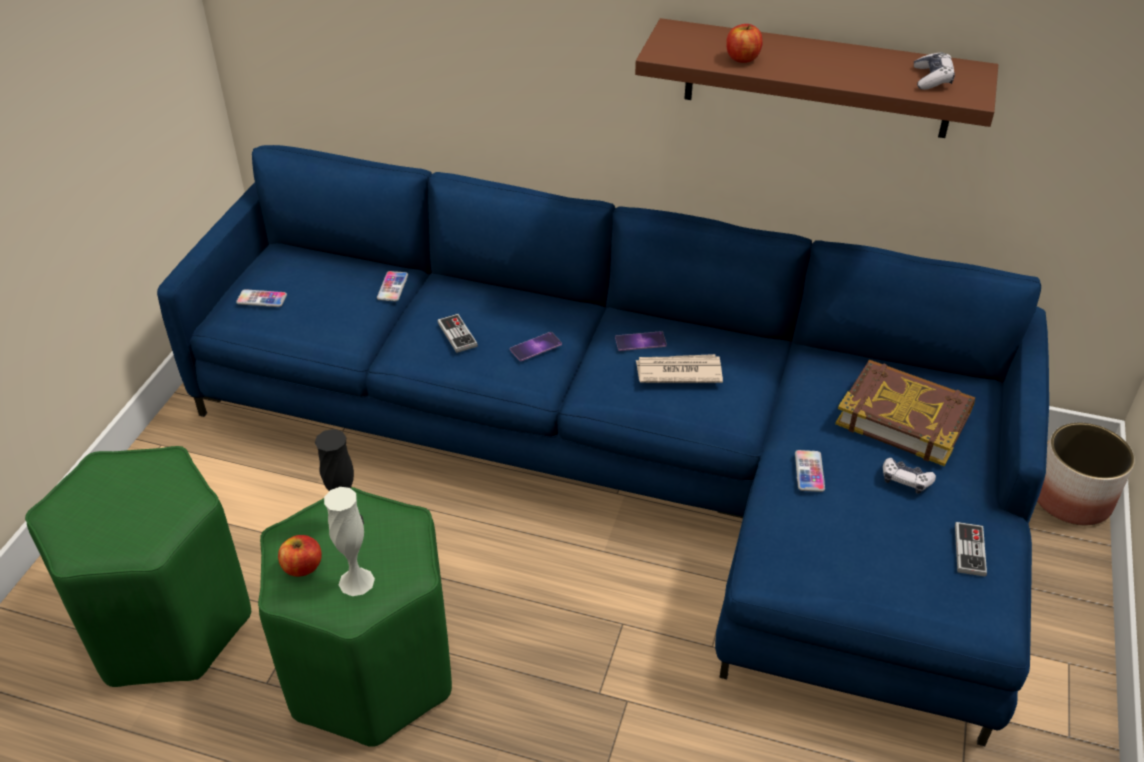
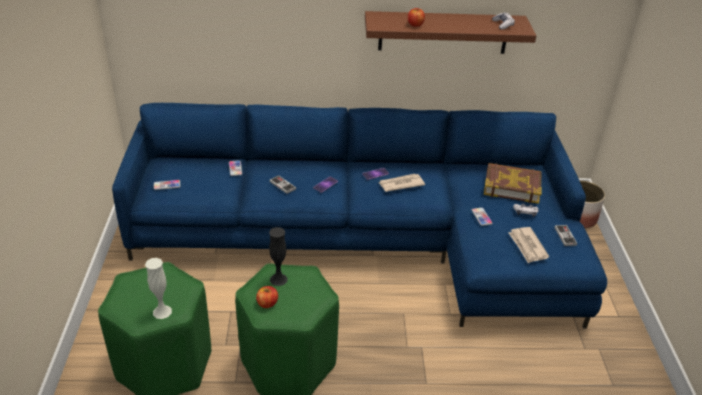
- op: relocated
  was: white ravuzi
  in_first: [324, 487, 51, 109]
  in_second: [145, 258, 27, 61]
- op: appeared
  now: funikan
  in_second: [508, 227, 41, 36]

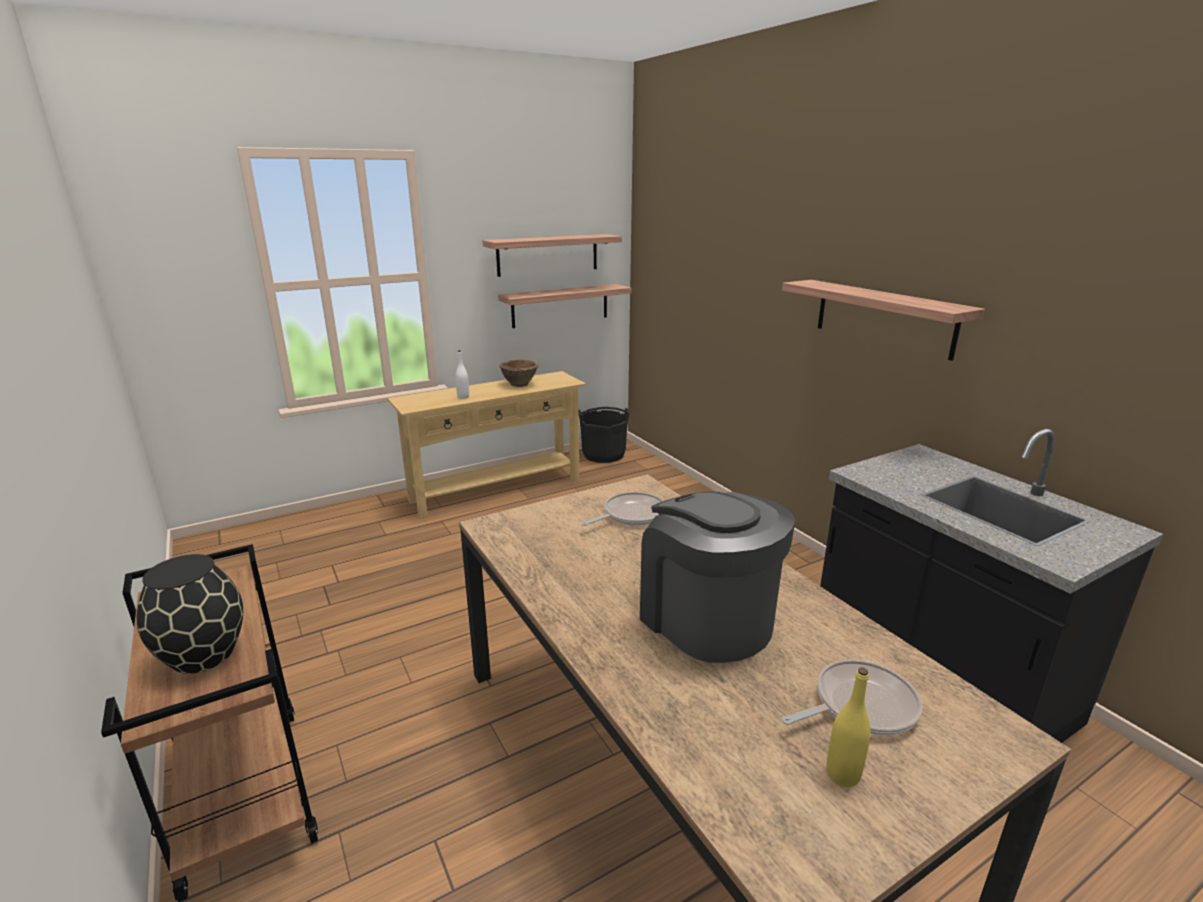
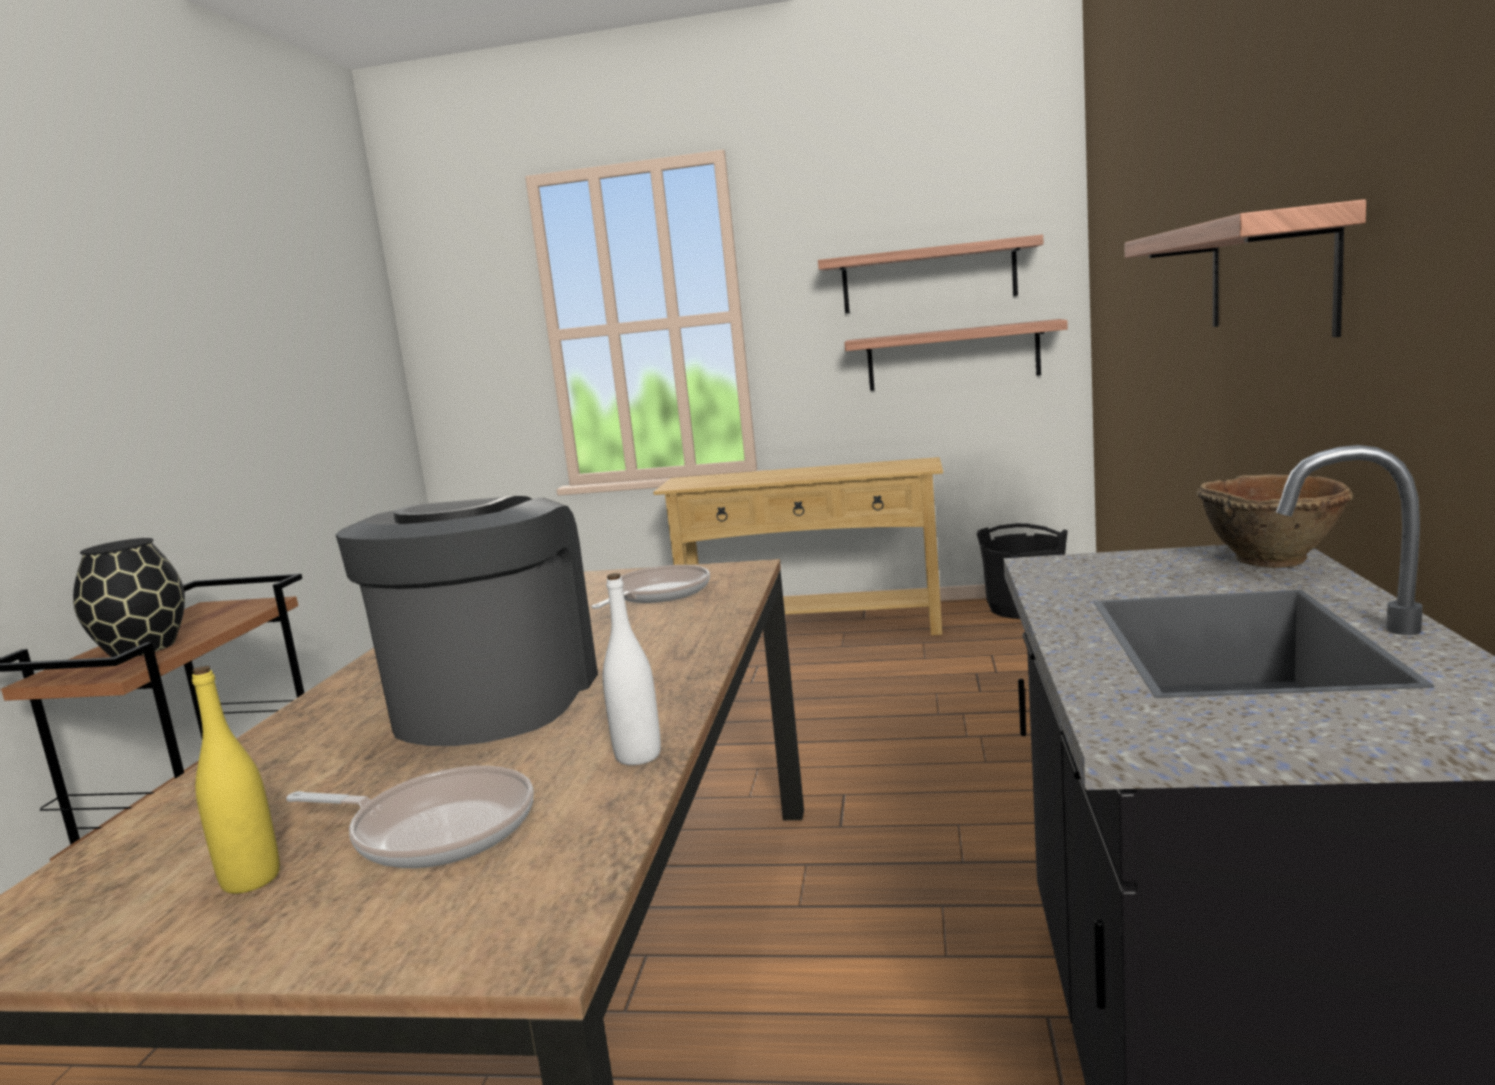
- op: relocated
  was: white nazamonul
  in_first: [455, 350, 14, 49]
  in_second: [603, 573, 58, 192]
- op: relocated
  was: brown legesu
  in_first: [499, 359, 40, 28]
  in_second: [1196, 474, 157, 94]
- op: spun
  was: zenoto
  in_first: [581, 492, 83, 34]
  in_second: [591, 565, 119, 44]
  clockwise: -60

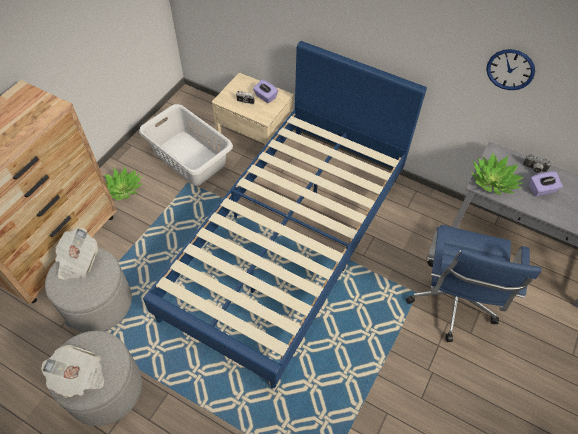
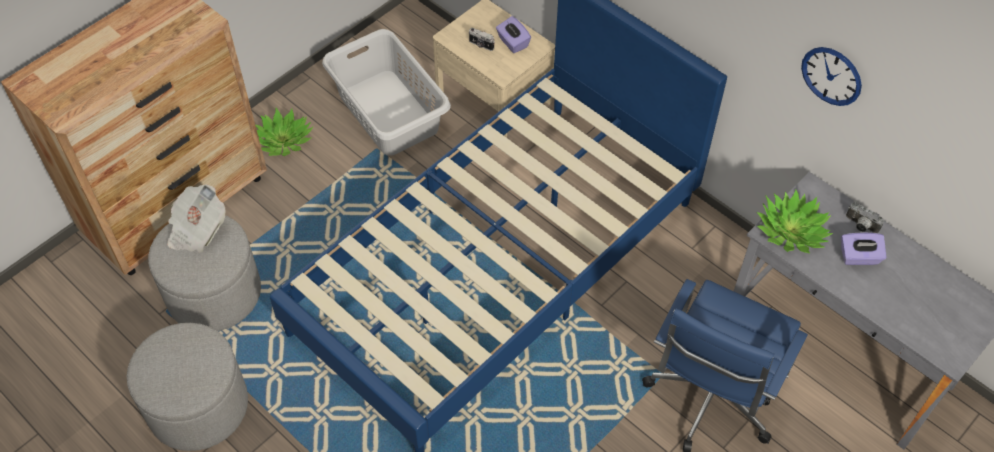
- op: missing
  was: funikan
  in_first: [41, 345, 63, 53]

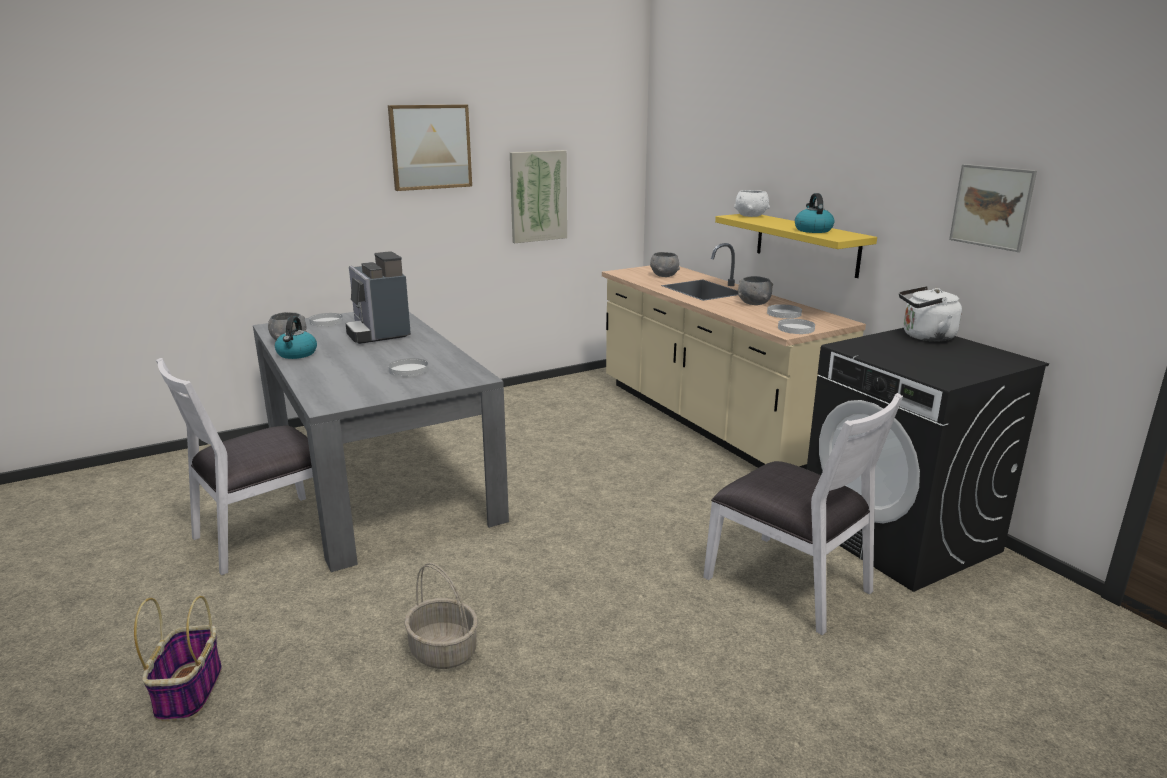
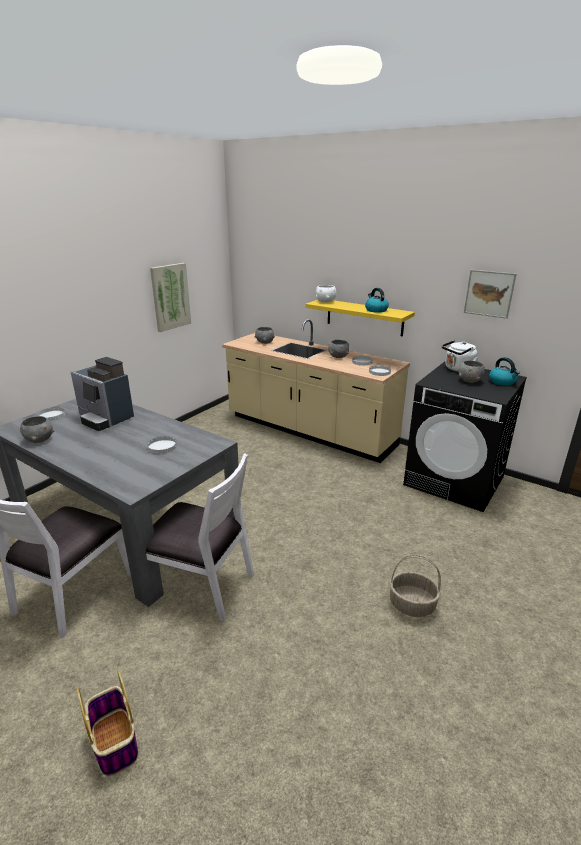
- op: relocated
  was: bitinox
  in_first: [275, 317, 42, 42]
  in_second: [489, 357, 31, 29]
- op: missing
  was: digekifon
  in_first: [388, 104, 84, 87]
- op: relocated
  was: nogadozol
  in_first: [404, 563, 74, 106]
  in_second: [390, 555, 51, 62]
- op: relocated
  was: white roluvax
  in_first: [703, 393, 200, 242]
  in_second: [145, 453, 109, 169]
- op: appeared
  now: grey legesu
  in_second: [458, 360, 27, 23]

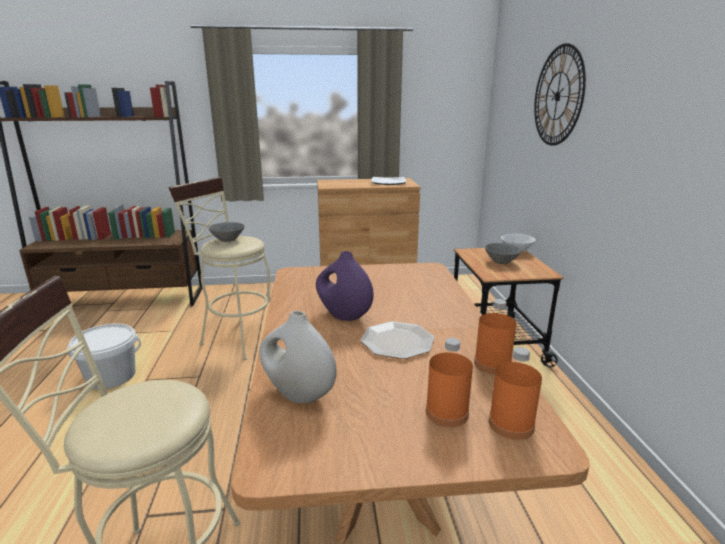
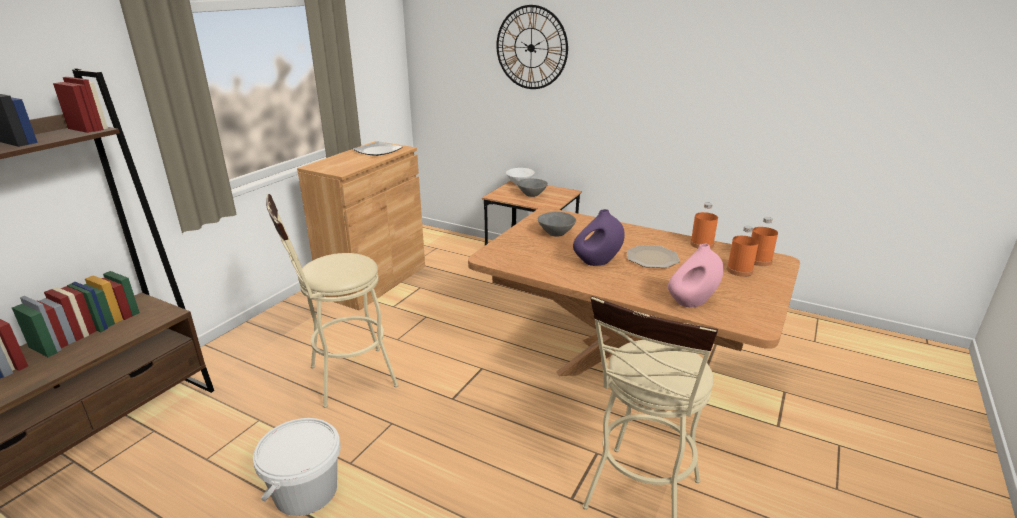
- op: relocated
  was: grey legesu
  in_first: [208, 222, 37, 20]
  in_second: [538, 212, 38, 25]
- op: colour
  was: white ravuzi
  now: pink ravuzi
  in_first: [259, 311, 78, 92]
  in_second: [668, 244, 56, 64]

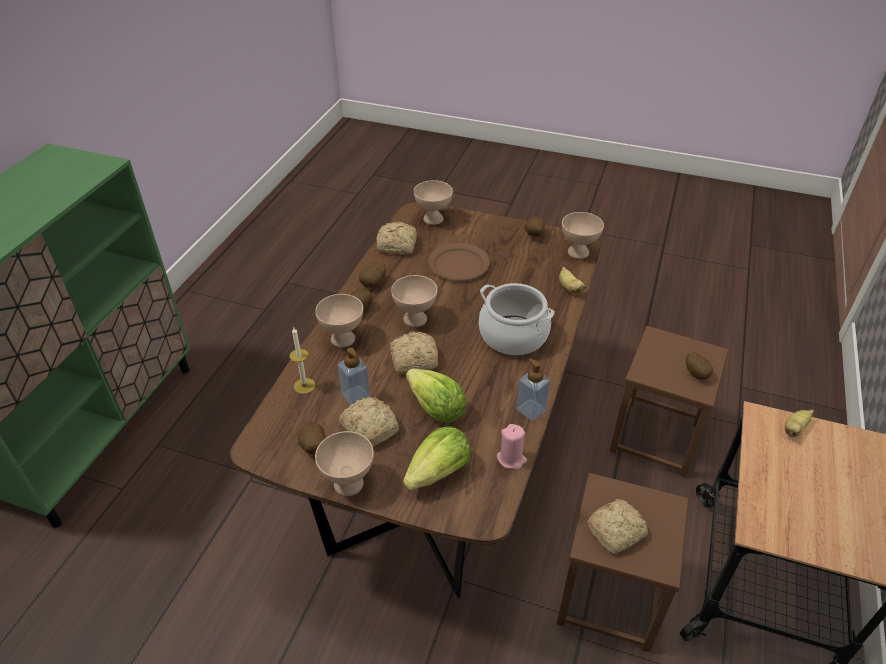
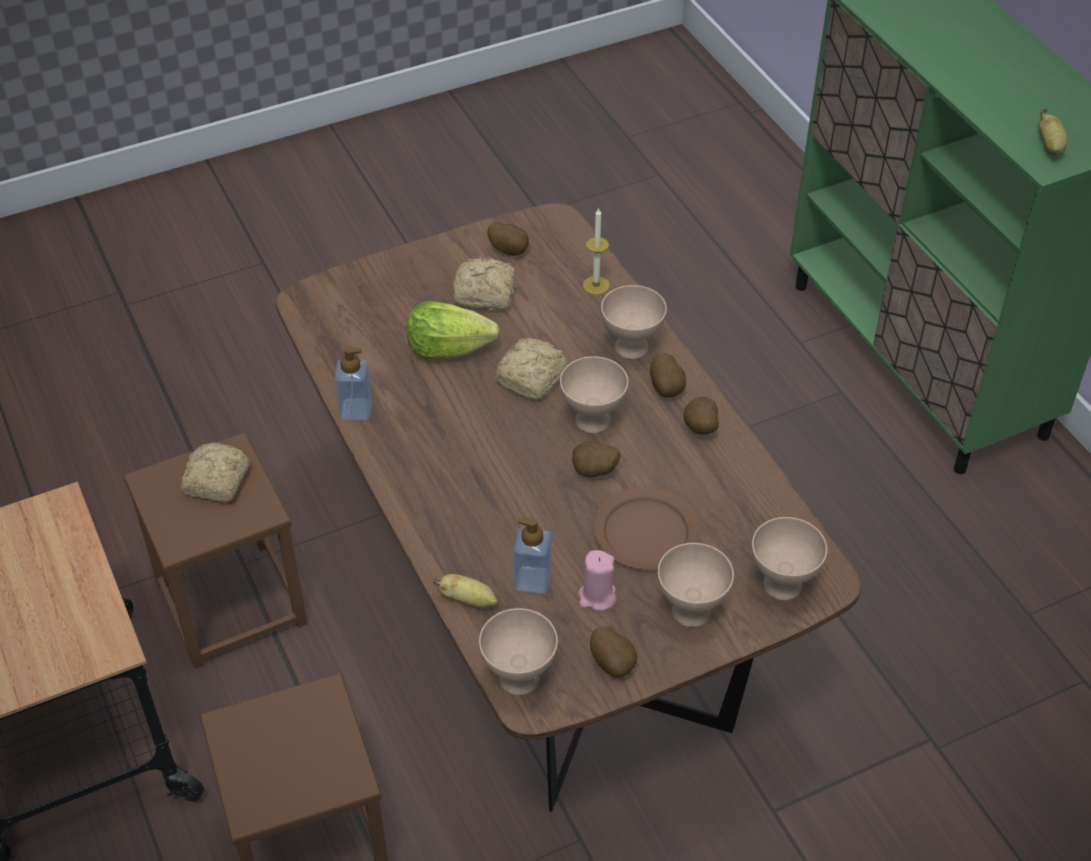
- op: relocated
  was: beige legesu
  in_first: [315, 431, 59, 65]
  in_second: [657, 543, 77, 84]
- op: relocated
  was: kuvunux
  in_first: [338, 347, 32, 58]
  in_second: [514, 518, 37, 76]
- op: missing
  was: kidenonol
  in_first: [377, 222, 40, 33]
- op: missing
  was: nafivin
  in_first: [403, 426, 68, 64]
- op: missing
  was: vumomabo
  in_first: [479, 283, 76, 73]
- op: relocated
  was: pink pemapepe
  in_first: [497, 424, 30, 46]
  in_second: [578, 550, 39, 61]
- op: relocated
  was: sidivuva
  in_first: [686, 352, 27, 28]
  in_second: [572, 441, 48, 36]
- op: relocated
  was: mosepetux
  in_first: [785, 410, 29, 27]
  in_second: [1039, 108, 28, 48]

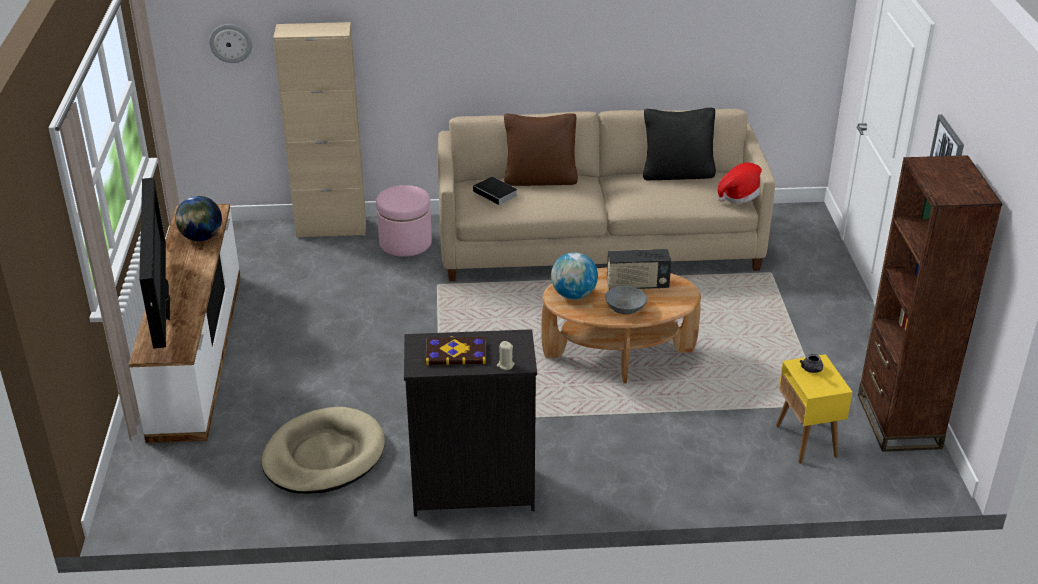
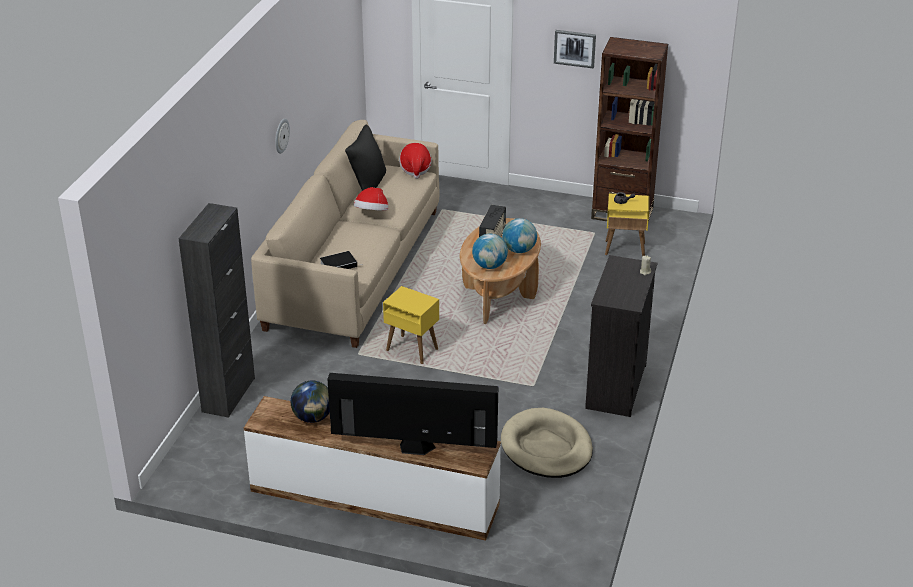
- op: relocated
  was: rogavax
  in_first: [209, 24, 43, 39]
  in_second: [275, 119, 15, 35]
- op: colour
  was: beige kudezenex
  now: black kudezenex
  in_first: [273, 22, 93, 216]
  in_second: [178, 203, 77, 215]
- op: missing
  was: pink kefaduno
  in_first: [376, 185, 56, 72]
- op: missing
  was: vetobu
  in_first: [426, 336, 60, 29]
- op: missing
  was: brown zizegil
  in_first: [504, 113, 74, 73]
- op: exchanged
  was: grey legesu
  now: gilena
  in_first: [605, 286, 42, 29]
  in_second: [502, 218, 35, 35]
- op: appeared
  now: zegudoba
  in_second: [354, 187, 34, 24]
- op: appeared
  now: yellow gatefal
  in_second: [383, 286, 56, 78]

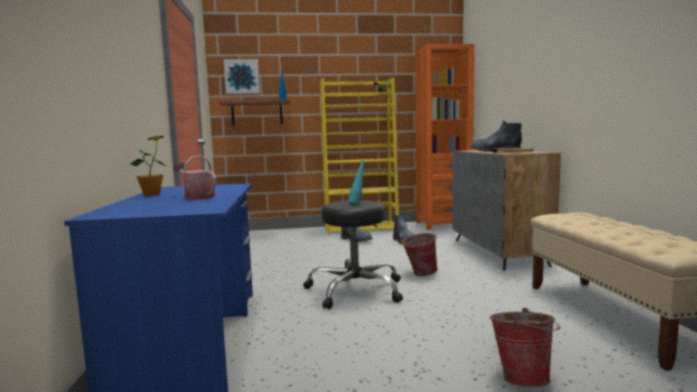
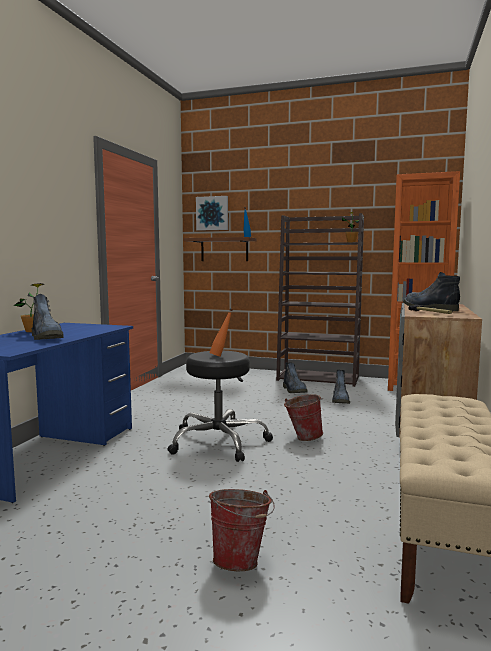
- op: exchanged
  was: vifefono
  now: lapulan
  in_first: [173, 155, 44, 45]
  in_second: [32, 294, 32, 46]
- op: colour
  was: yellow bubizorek
  now: brown bubizorek
  in_first: [320, 78, 79, 157]
  in_second: [276, 213, 88, 174]
- op: colour
  was: turquoise nazamonul
  now: orange nazamonul
  in_first: [348, 156, 17, 49]
  in_second: [209, 309, 24, 47]

